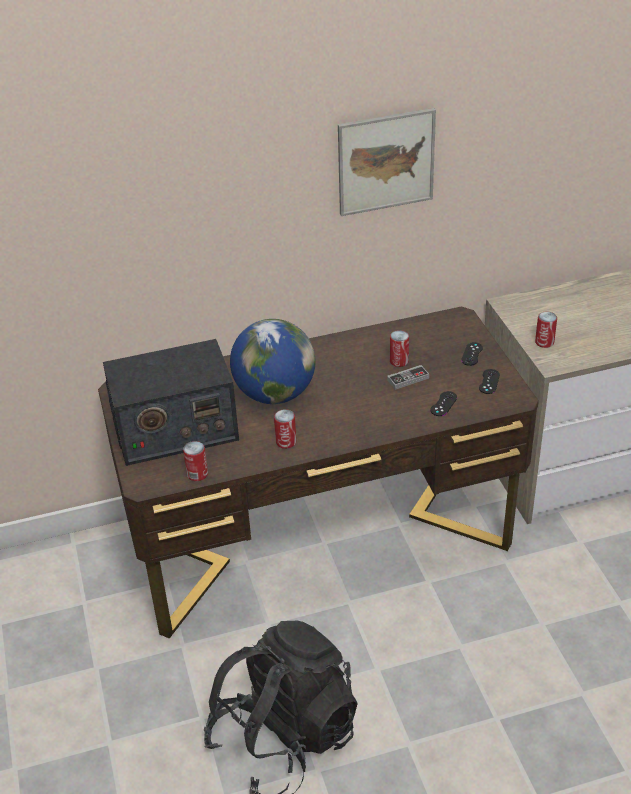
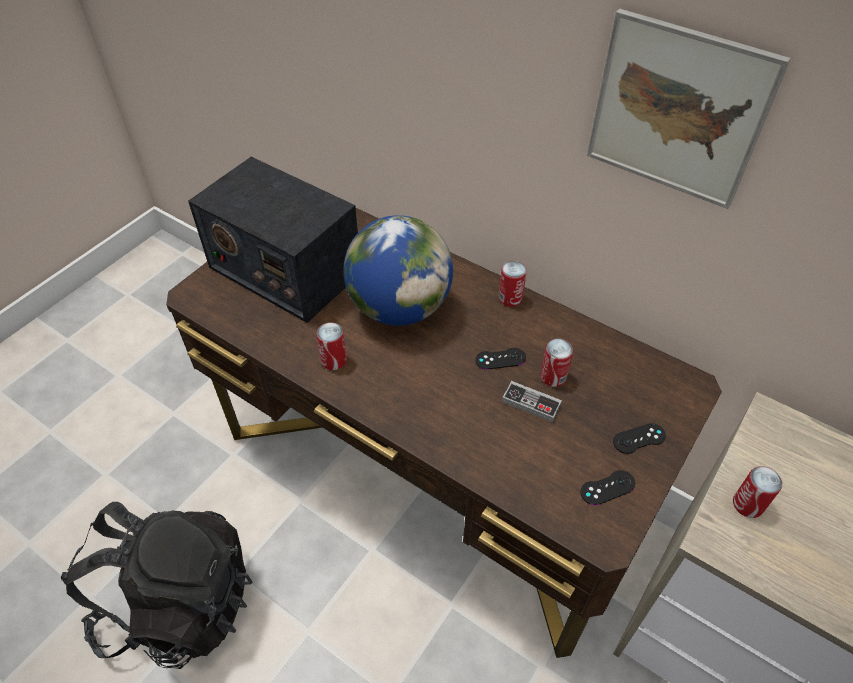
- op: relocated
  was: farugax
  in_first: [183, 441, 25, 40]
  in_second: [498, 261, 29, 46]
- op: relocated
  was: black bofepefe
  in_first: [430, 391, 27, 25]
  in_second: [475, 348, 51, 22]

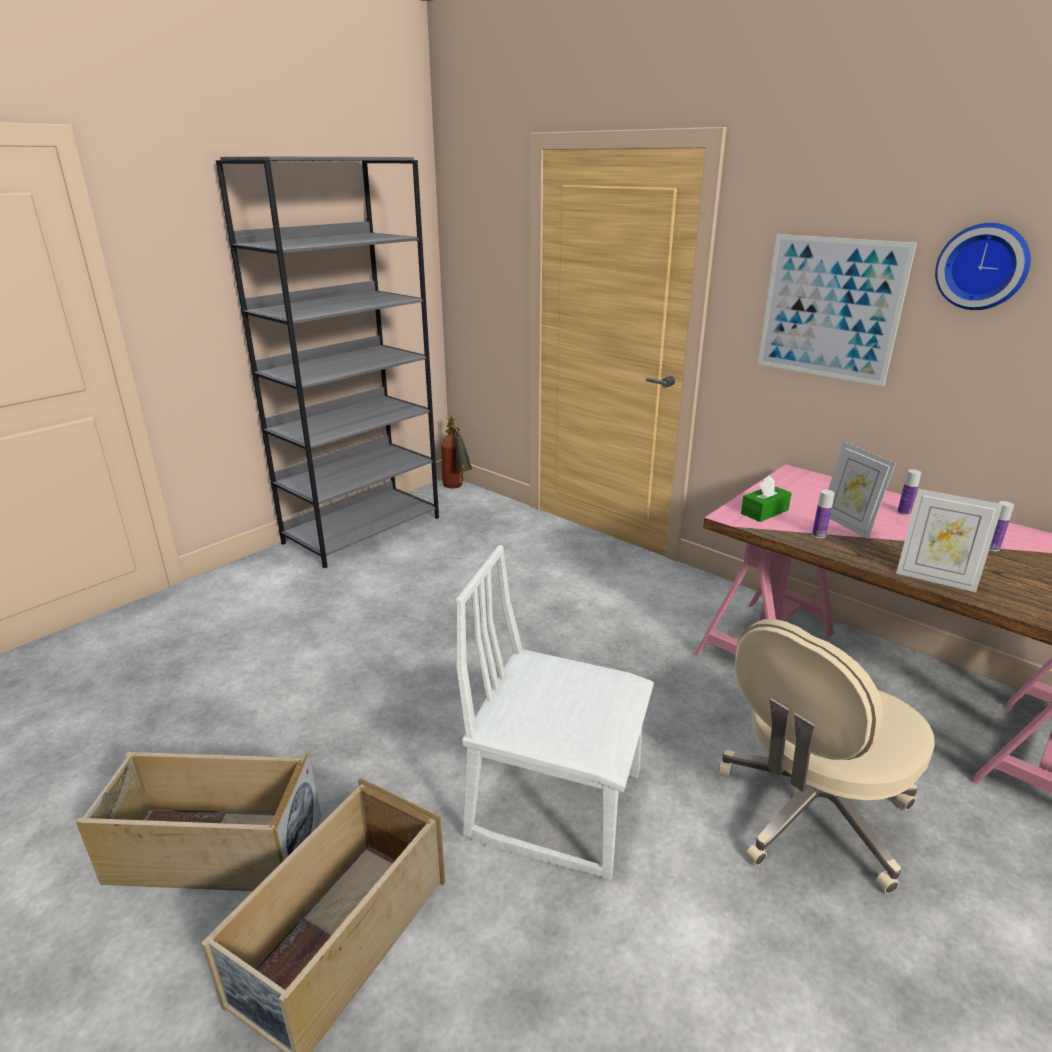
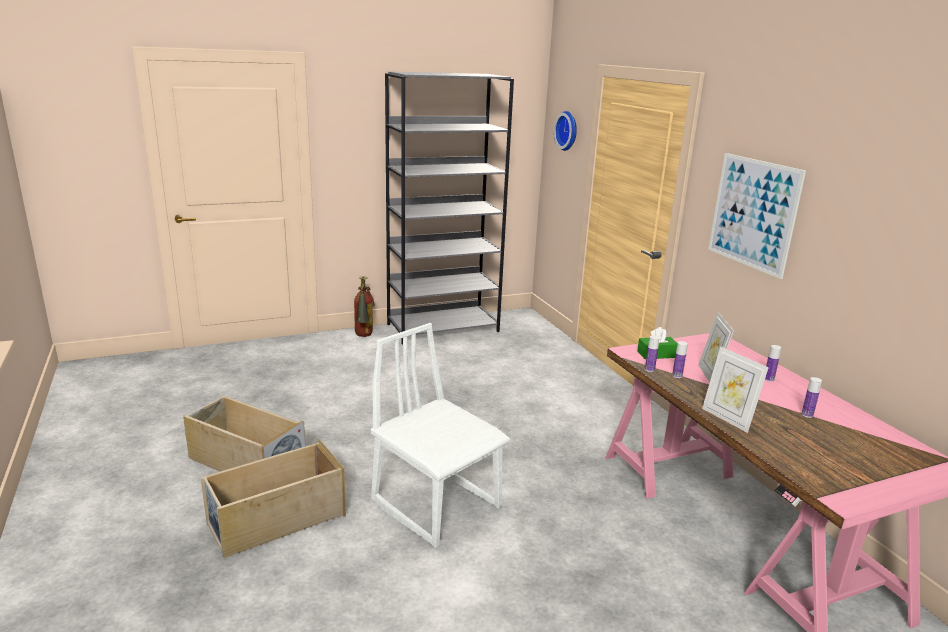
- op: relocated
  was: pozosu
  in_first: [441, 416, 31, 73]
  in_second: [354, 276, 21, 61]
- op: missing
  was: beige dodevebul
  in_first: [718, 619, 217, 275]
- op: relocated
  was: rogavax
  in_first: [935, 223, 96, 87]
  in_second: [554, 111, 23, 40]
- op: appeared
  now: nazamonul
  in_second: [645, 335, 14, 37]

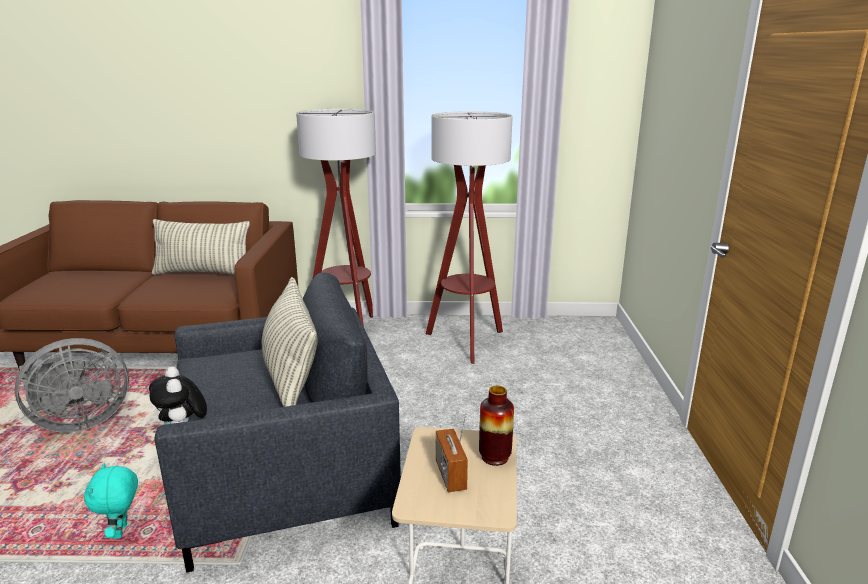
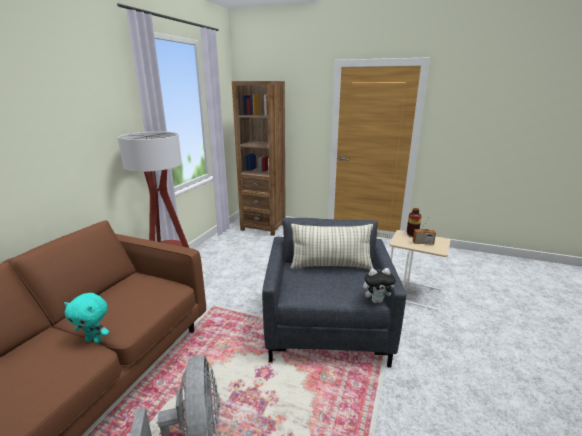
- op: relocated
  was: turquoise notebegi
  in_first: [84, 463, 54, 76]
  in_second: [64, 293, 45, 50]
- op: missing
  was: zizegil
  in_first: [152, 219, 98, 56]
- op: missing
  was: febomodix
  in_first: [426, 111, 87, 253]
- op: appeared
  now: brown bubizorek
  in_second: [232, 81, 54, 155]

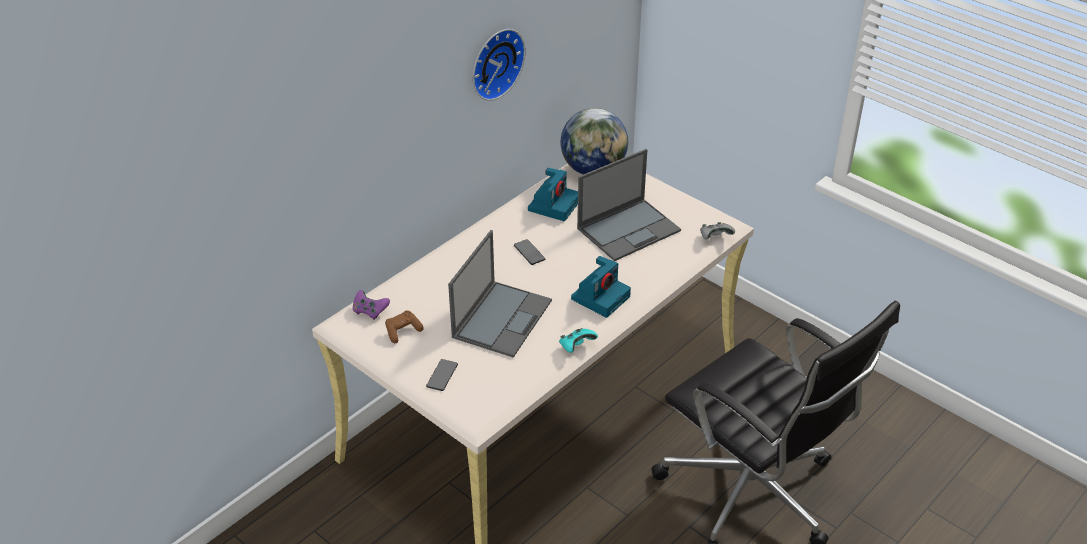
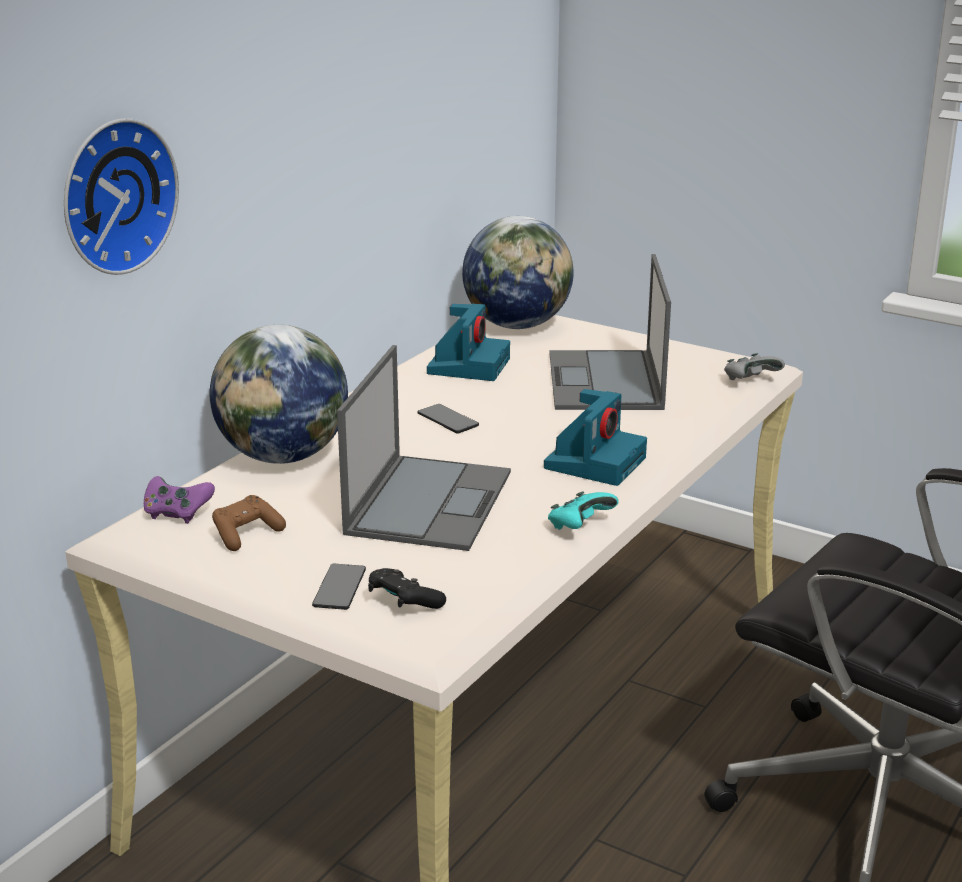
- op: relocated
  was: rogavax
  in_first: [473, 29, 53, 72]
  in_second: [64, 118, 115, 157]
- op: spun
  was: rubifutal
  in_first: [577, 149, 104, 112]
  in_second: [549, 254, 122, 156]
  clockwise: 135
- op: appeared
  now: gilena
  in_second: [209, 325, 139, 139]
- op: appeared
  now: black bofepefe
  in_second: [368, 568, 78, 41]

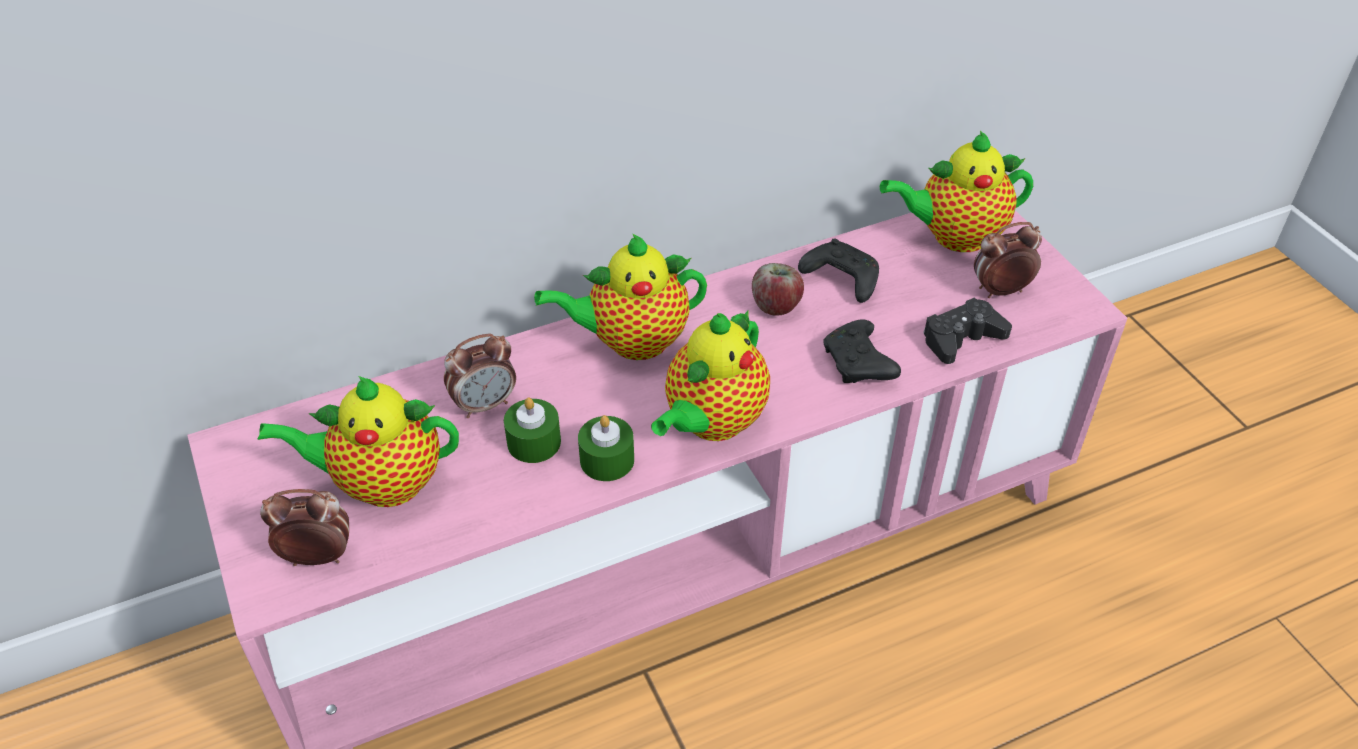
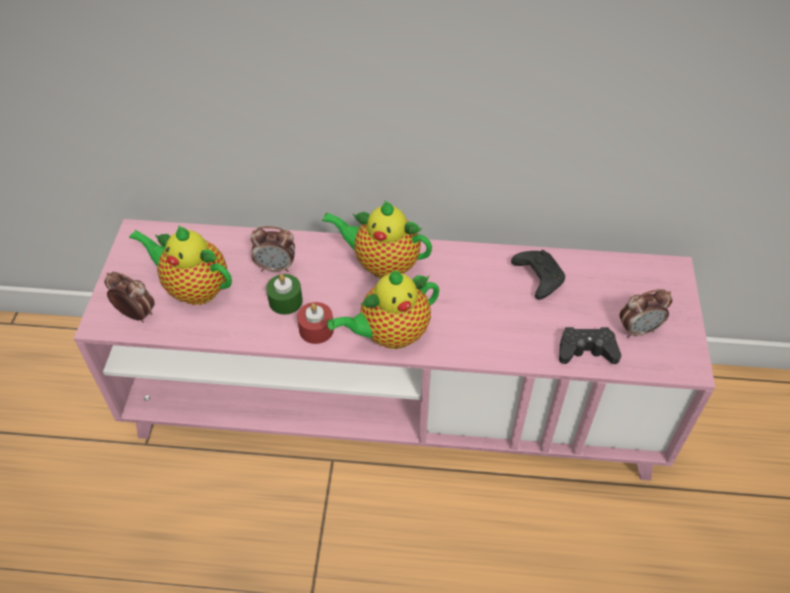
- op: colour
  was: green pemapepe
  now: red pemapepe
  in_first: [578, 415, 56, 66]
  in_second: [297, 302, 37, 42]
- op: missing
  was: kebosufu
  in_first: [752, 263, 52, 53]
- op: missing
  was: black bofepefe
  in_first: [823, 319, 78, 64]
- op: missing
  was: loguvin
  in_first: [880, 131, 153, 121]
- op: spun
  was: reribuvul
  in_first: [974, 222, 68, 76]
  in_second: [619, 289, 53, 49]
  clockwise: 150

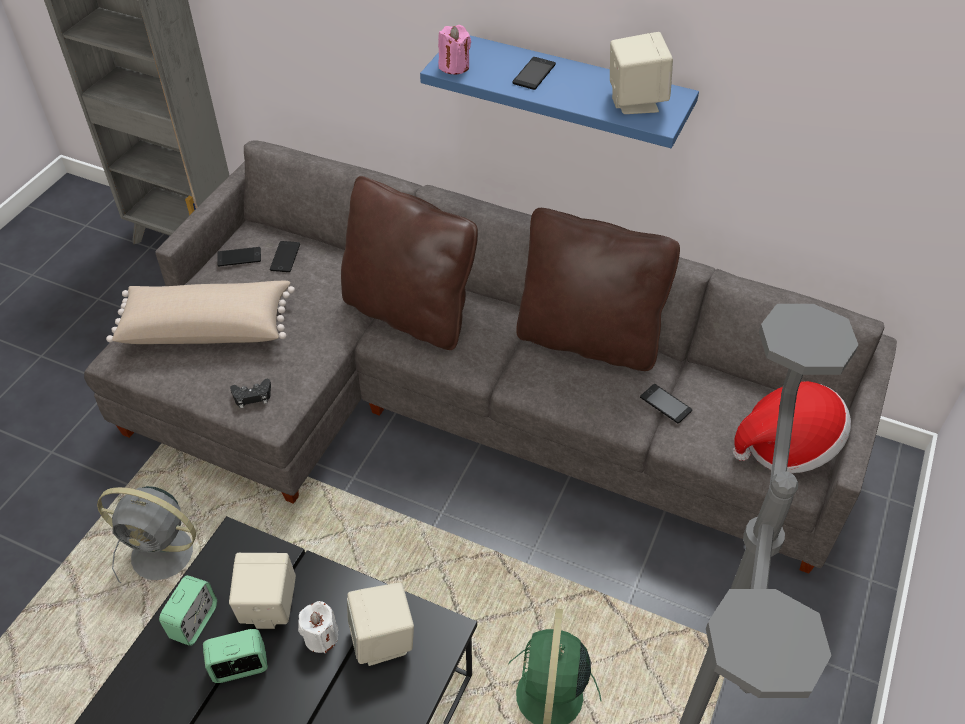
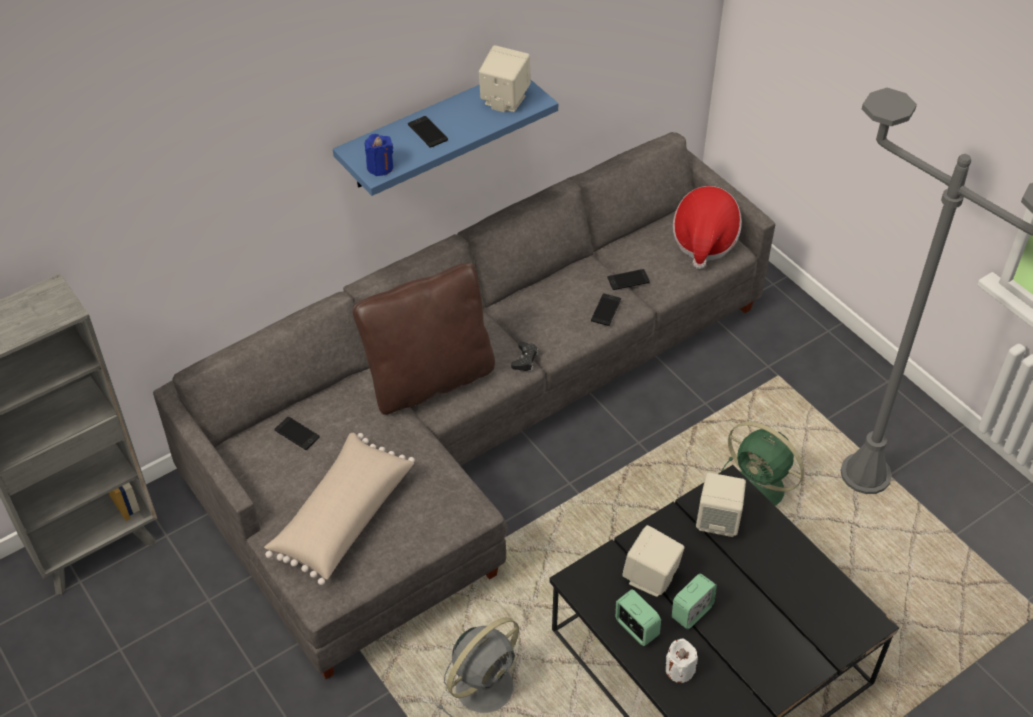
- op: spun
  was: reribuvul
  in_first: [203, 629, 65, 54]
  in_second: [672, 573, 45, 56]
  clockwise: -150
- op: relocated
  was: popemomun
  in_first: [217, 247, 44, 19]
  in_second: [591, 294, 30, 32]
- op: relocated
  was: black bofepefe
  in_first: [230, 379, 41, 29]
  in_second: [511, 341, 27, 30]
- op: relocated
  was: white pemapepe
  in_first: [298, 601, 41, 52]
  in_second: [666, 639, 32, 44]
- op: colour
  was: pink pemapepe
  now: blue pemapepe
  in_first: [438, 25, 33, 50]
  in_second: [365, 134, 28, 42]
- op: missing
  was: brown zizegil
  in_first: [516, 208, 164, 163]

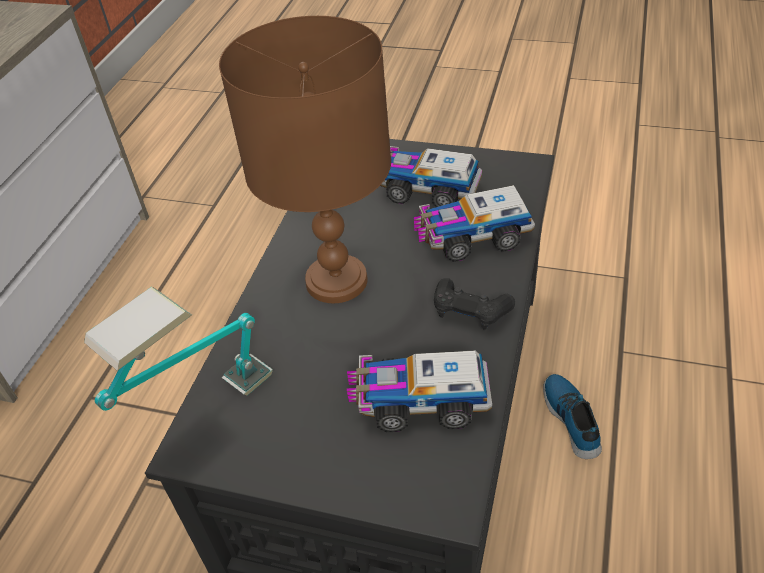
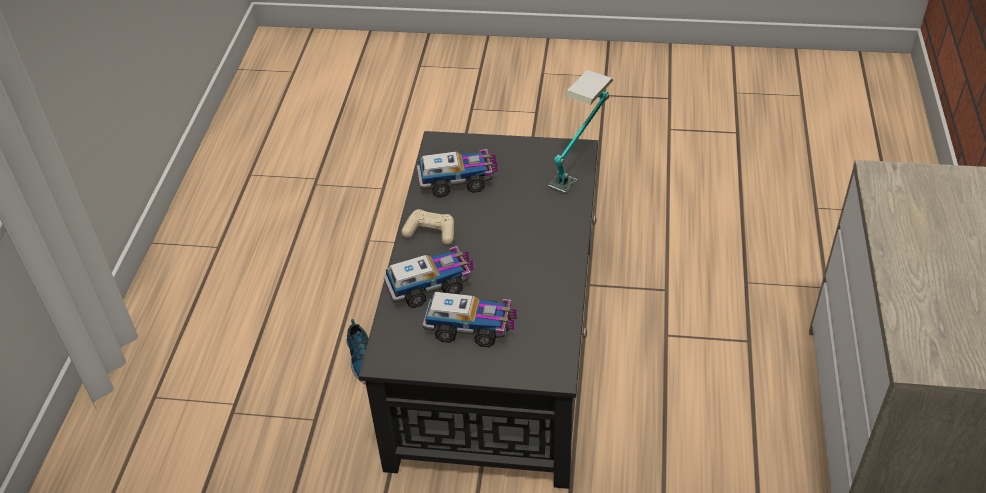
- op: missing
  was: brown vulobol
  in_first: [219, 16, 172, 287]
- op: colour
  was: black bofepefe
  now: beige bofepefe
  in_first: [434, 278, 81, 52]
  in_second: [401, 209, 53, 36]

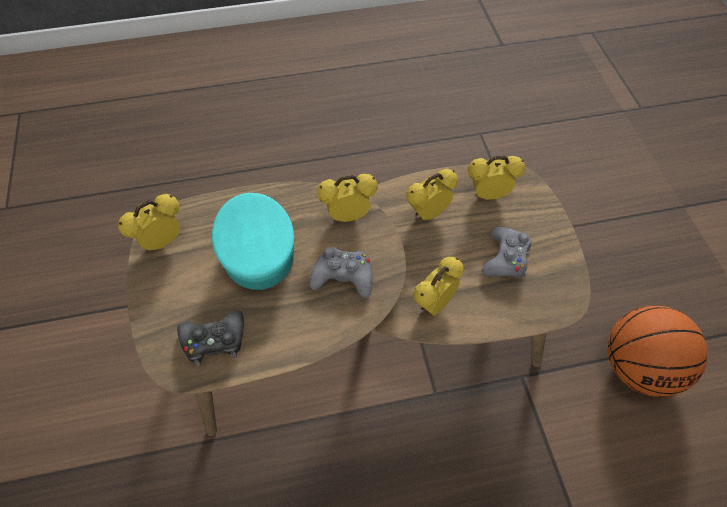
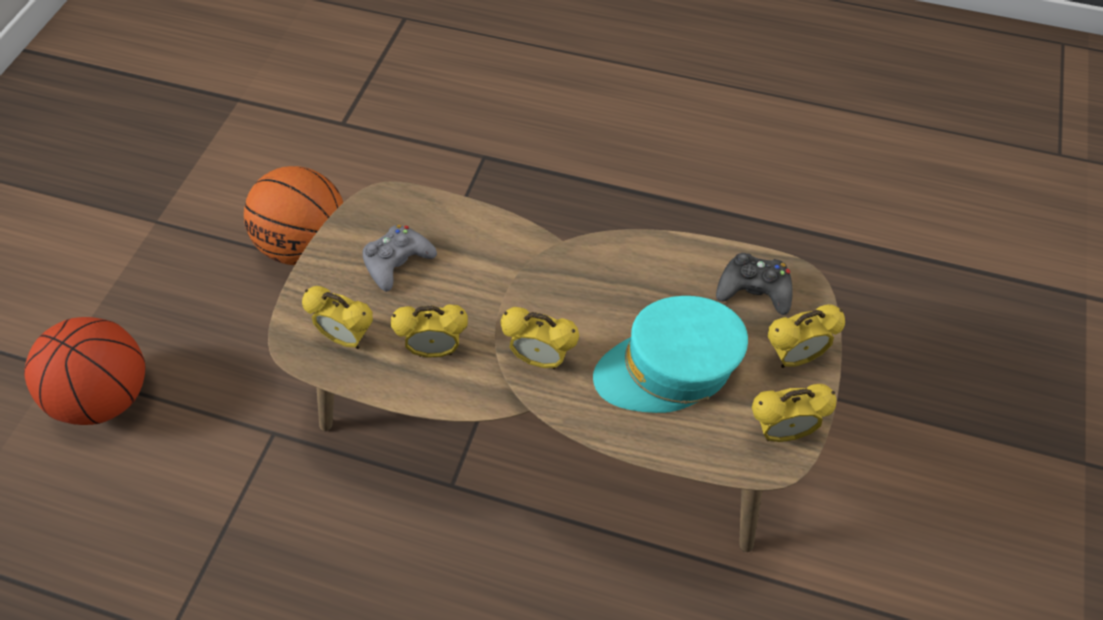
- op: spun
  was: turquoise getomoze
  in_first: [212, 193, 84, 97]
  in_second: [593, 296, 155, 117]
  clockwise: 60
- op: missing
  was: grey bofepefe
  in_first: [309, 247, 64, 51]
- op: relocated
  was: reribuvul
  in_first: [413, 257, 51, 59]
  in_second: [768, 304, 77, 64]
- op: appeared
  now: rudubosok
  in_second: [24, 317, 122, 108]

